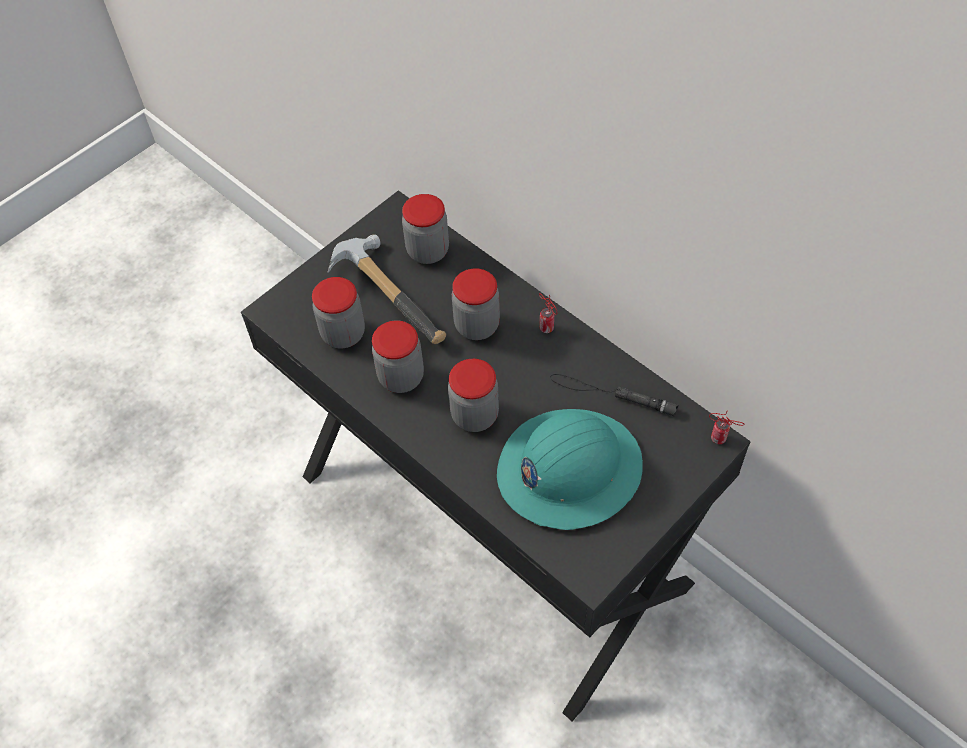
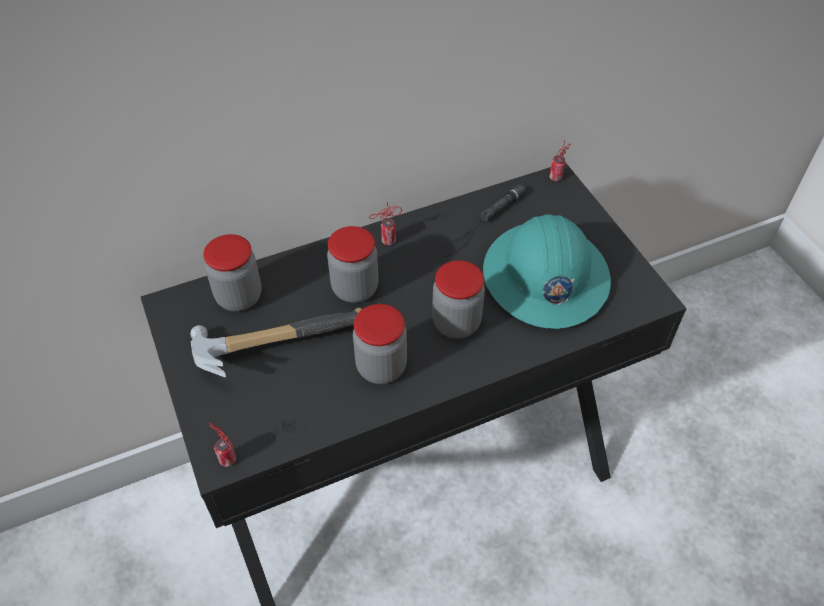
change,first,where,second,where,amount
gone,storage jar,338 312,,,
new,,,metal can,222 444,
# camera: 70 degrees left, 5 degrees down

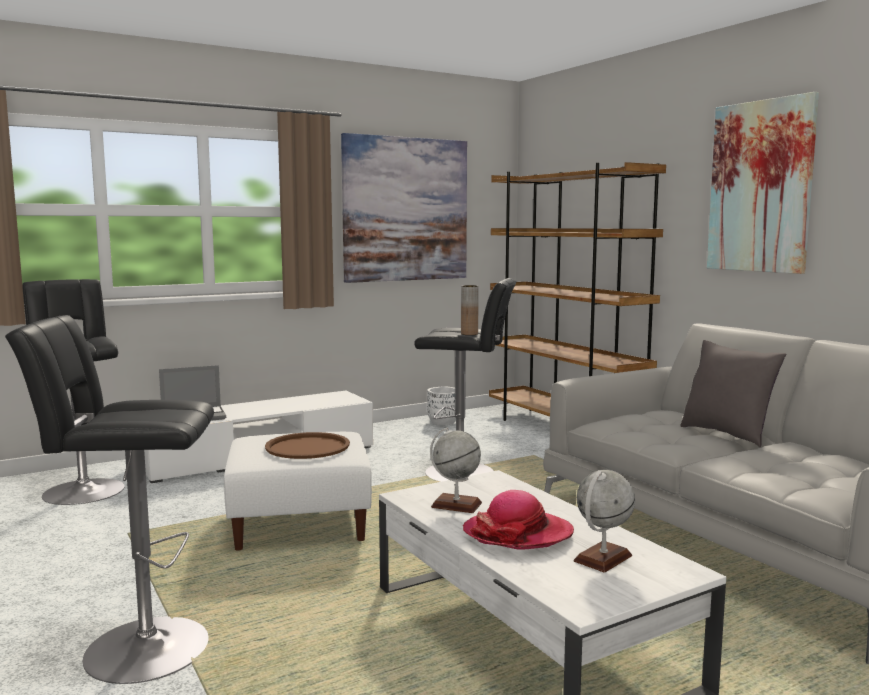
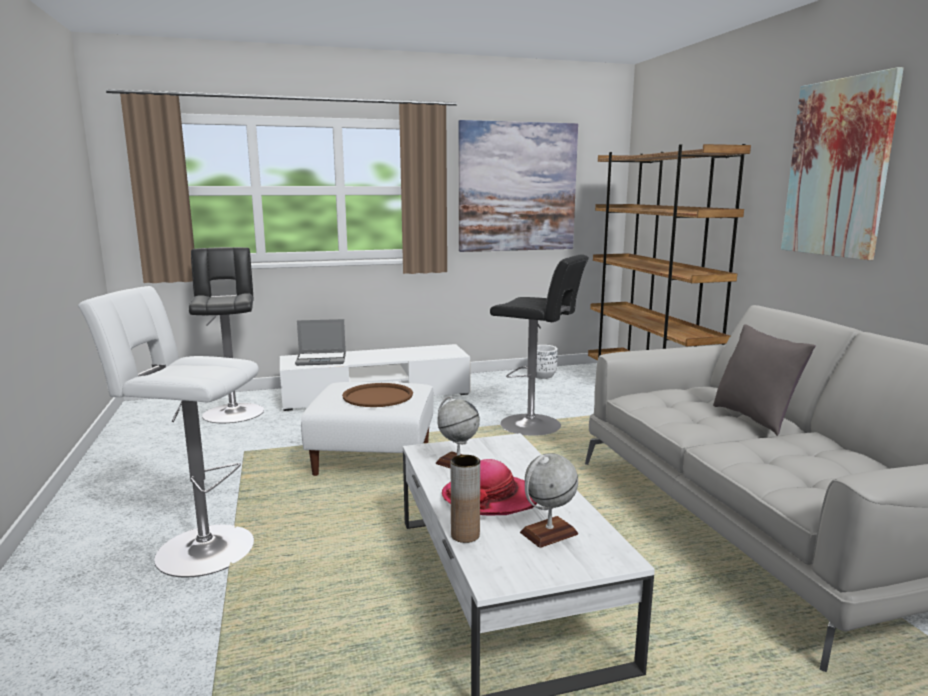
change,first,where,second,where,amount
shifted,brown vase,470 310,,465 499,
repainted,black stool,109 499,white-coloured stool,168 431,
# camera: 15 degrees right, 5 degrees up

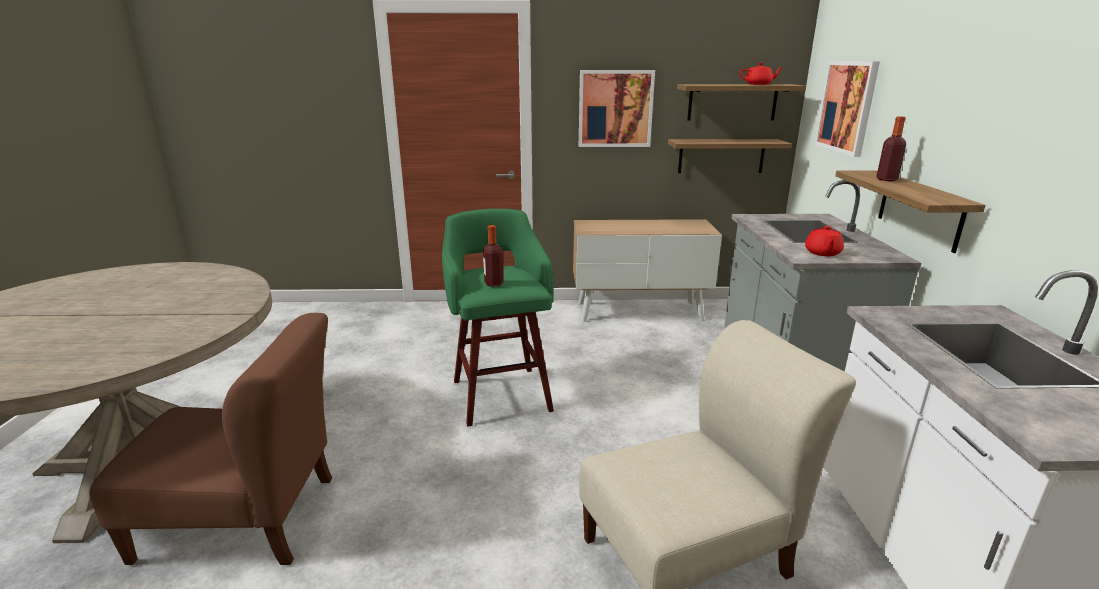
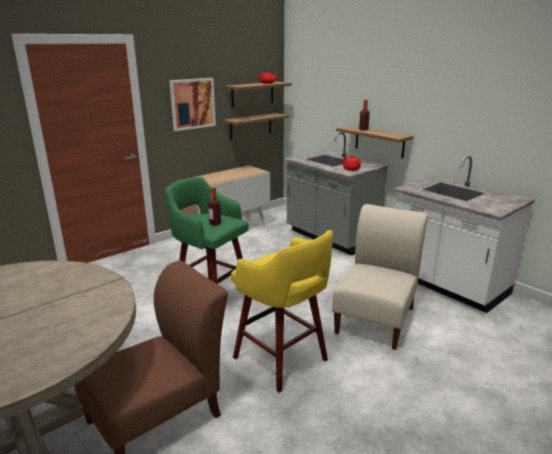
change,first,where,second,where,amount
gone,picture,847 109,,,
new,,,yellow stool,282 311,
# camera: 40 degrees left, 0 degrees up

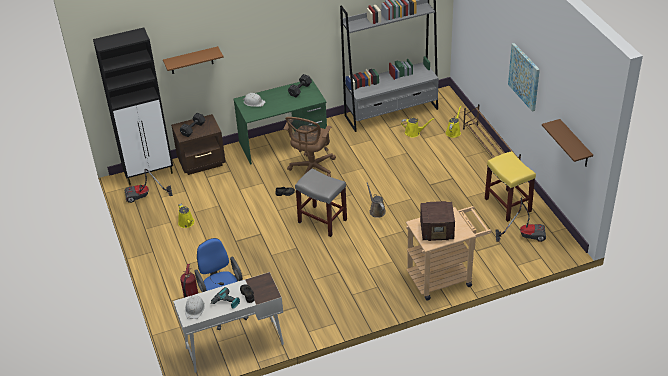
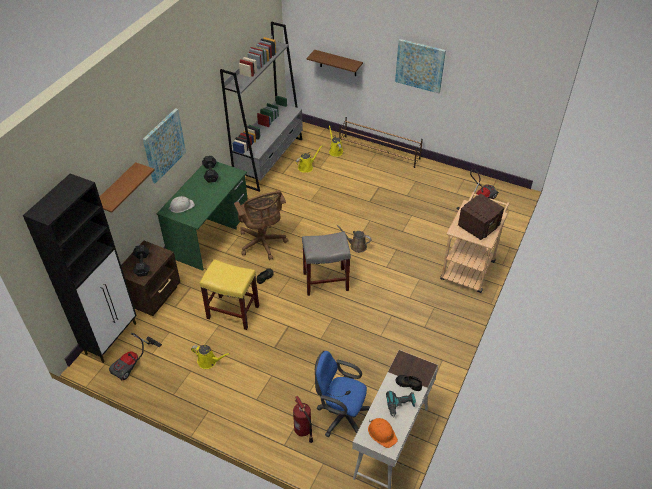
change,first,where,second,where,amount
shifted,brown wall shelf,567 142,,335 63,
shifted,yellow stool,510 186,,229 294,
repainted,white-coloured safety helmet,195 307,orange safety helmet,383 433,
new,,,picture,164 146,
# camera: 45 degrees left, 5 degrees up

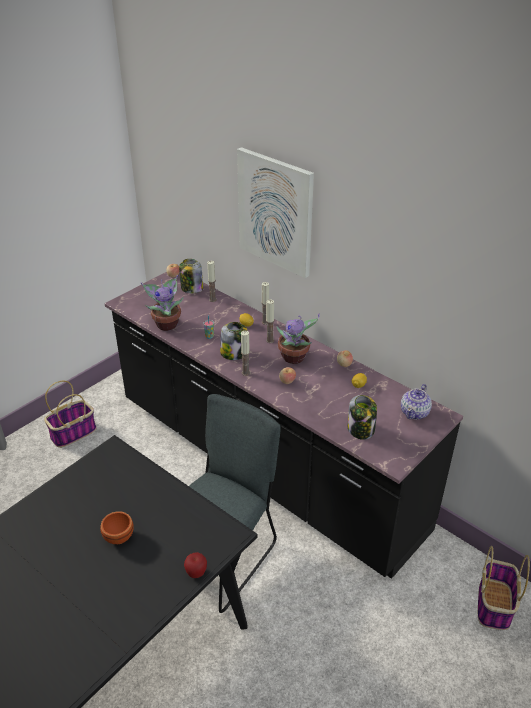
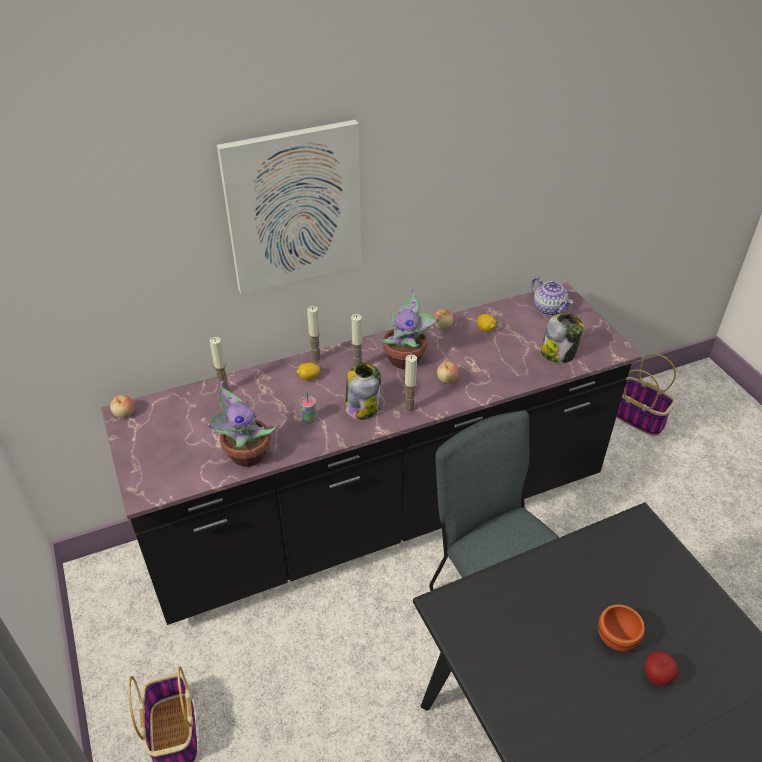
change,first,where,second,where,amount
gone,storage jar,191 276,,,
shifted,apple,195 565,,661 668,
# camera: 65 degrees left, 5 degrees up

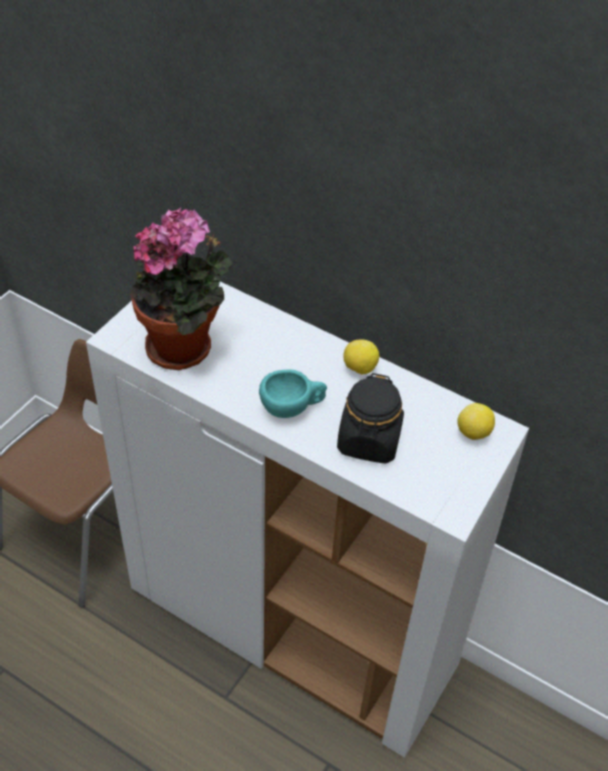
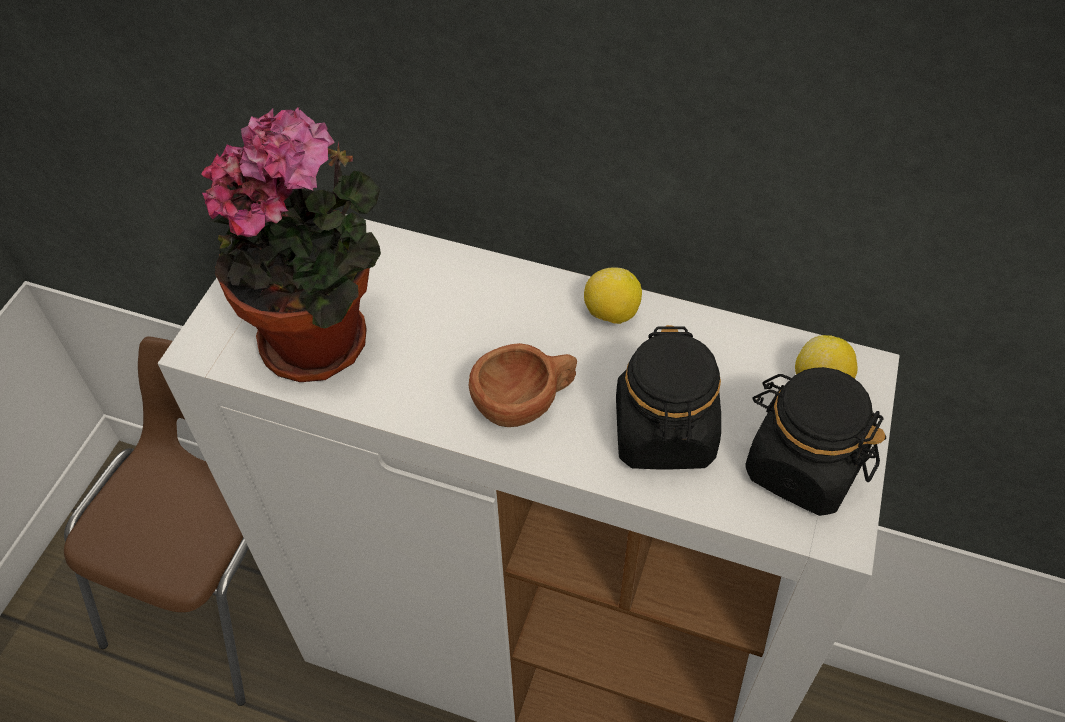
change,first,where,second,where,amount
repainted,turquoise drinking cup,293 393,brown drinking cup,523 385,
new,,,black storage jar,815 441,
# camera: 10 degrees left, 5 degrees up

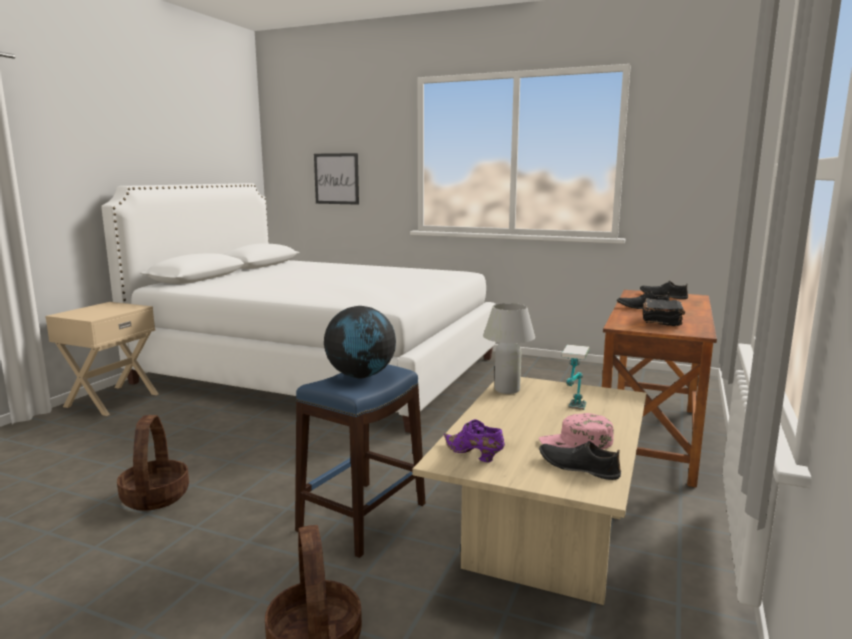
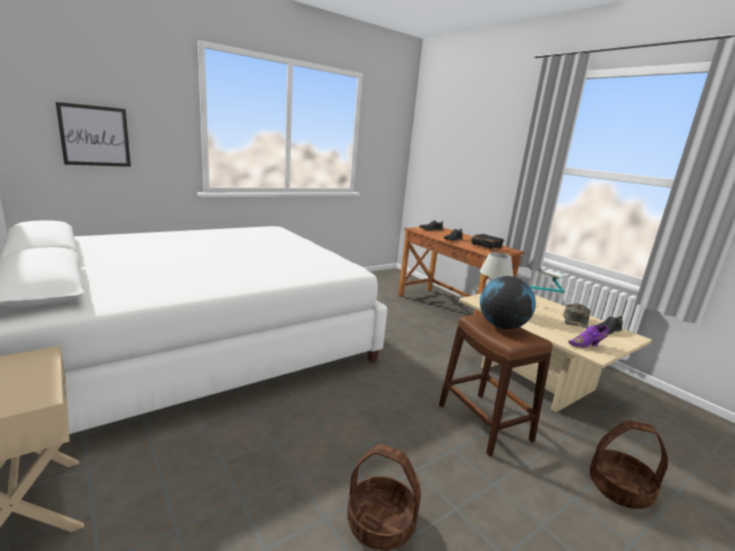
change,first,where,second,where,amount
repainted,blue stool,360 461,brown stool,496 385,
repainted,pink-coloured cap,576 431,greenish cap,576 316,
# camera: 60 degrees left, 5 degrees up

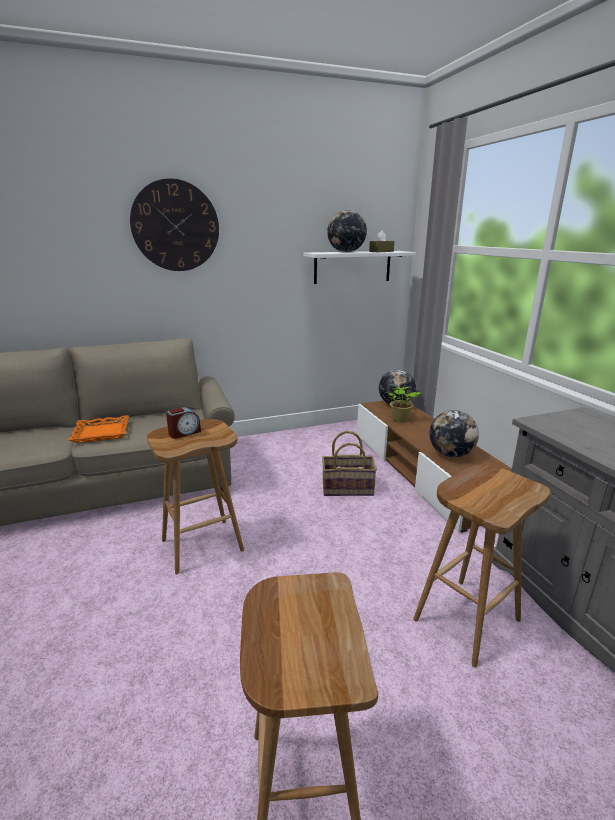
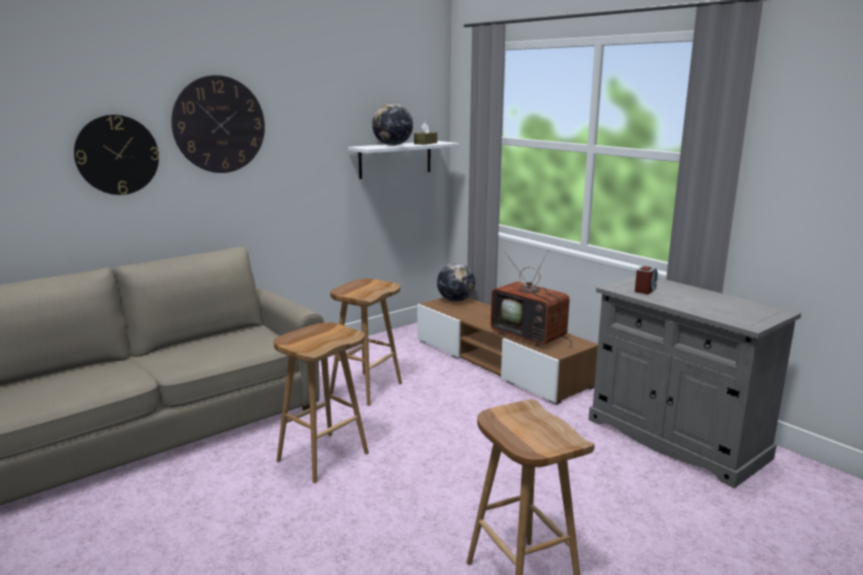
change,first,where,second,where,amount
gone,potted plant,403 404,,,
shifted,alarm clock,183 423,,646 280,
swapped,world globe,454 433,TV set,531 299,
gone,orange carrying tray,99 429,,,
gone,basket,349 463,,,
shifted,brown stool,481 566,,366 342,
new,,,wall clock,116 155,
# camera: 20 degrees left, 5 degrees down

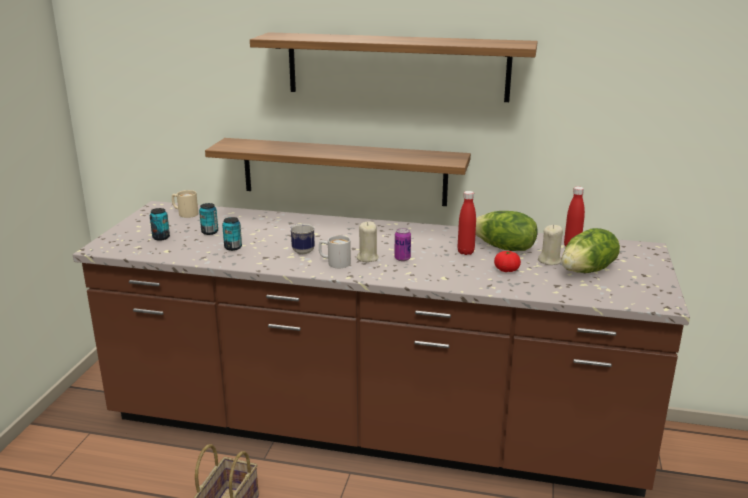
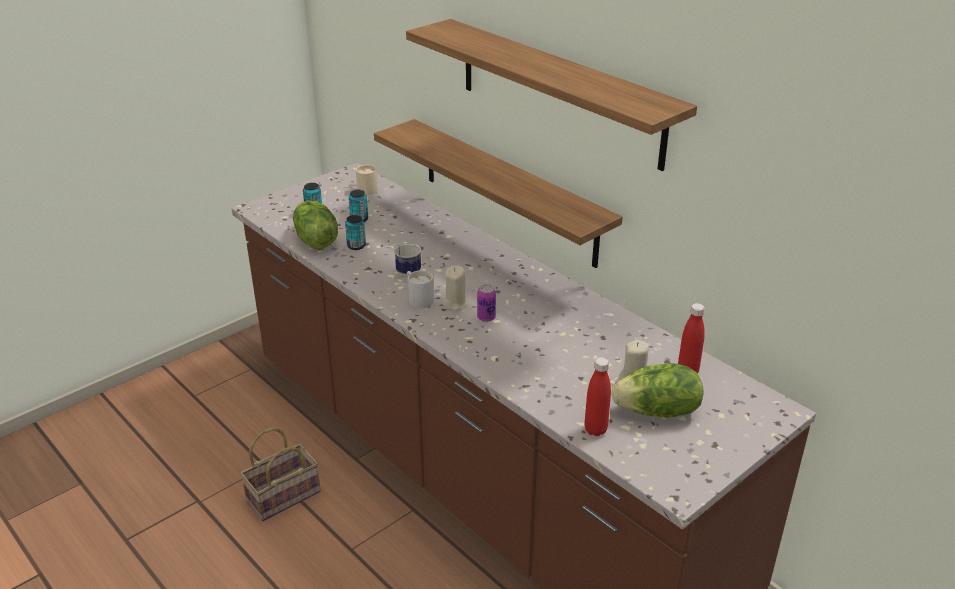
change,first,where,second,where,amount
shifted,reddish drink bottle,467 223,,597 396,
shifted,head of lettuce,506 231,,315 225,
gone,tomato,507 261,,,
# camera: 35 degrees right, 10 degrees up

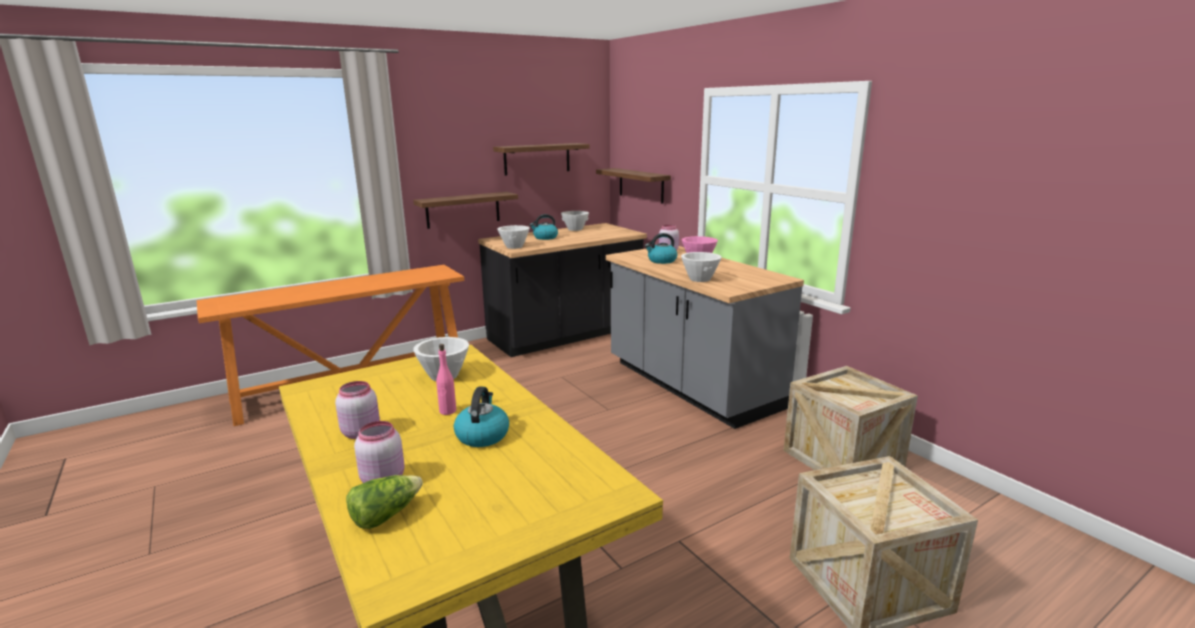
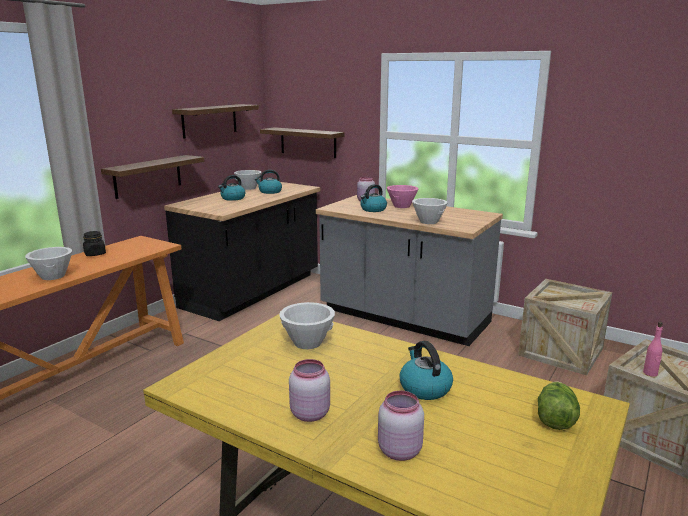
change,first,where,second,where,amount
shifted,white-coloured deep dish,514 237,,48 263,
shifted,pink-coloured drink bottle,446 379,,653 349,
shifted,head of lettuce,384 502,,559 405,
new,,,tea kettle,268 182,
new,,,black storage jar,94 243,
# camera: 25 degrees left, 0 degrees up

